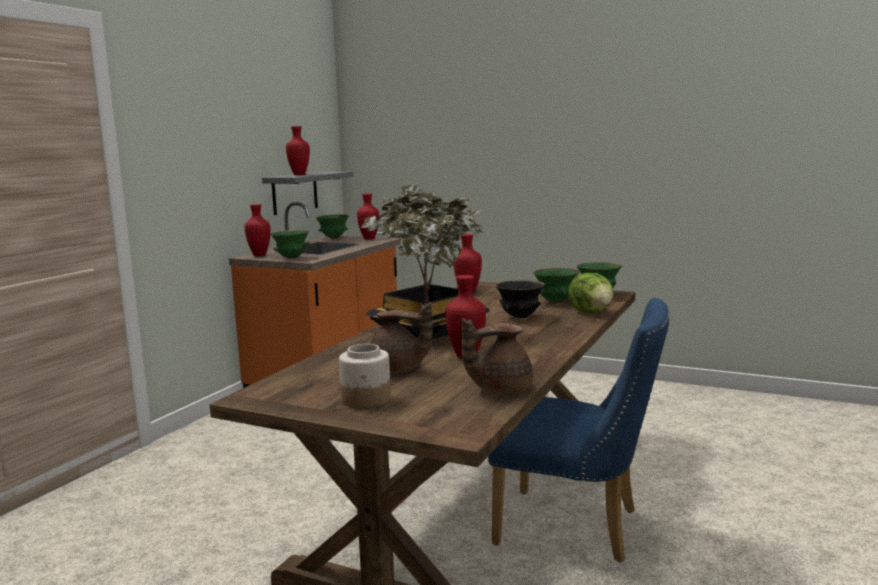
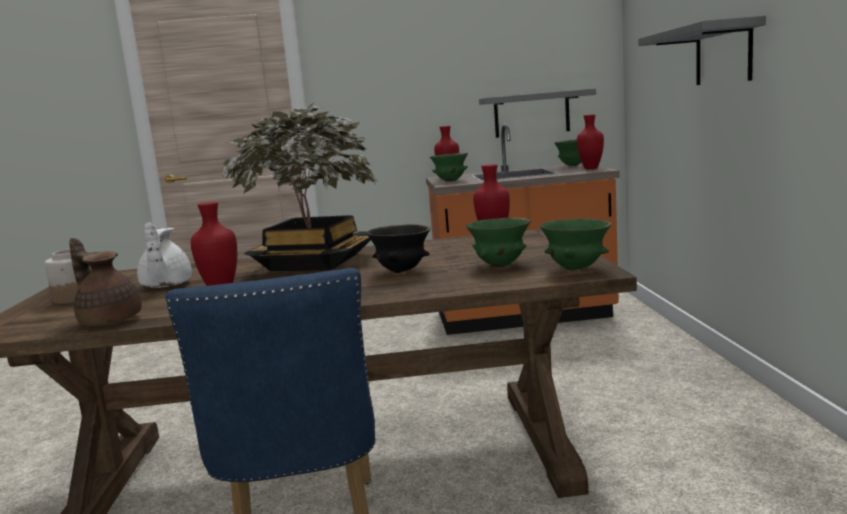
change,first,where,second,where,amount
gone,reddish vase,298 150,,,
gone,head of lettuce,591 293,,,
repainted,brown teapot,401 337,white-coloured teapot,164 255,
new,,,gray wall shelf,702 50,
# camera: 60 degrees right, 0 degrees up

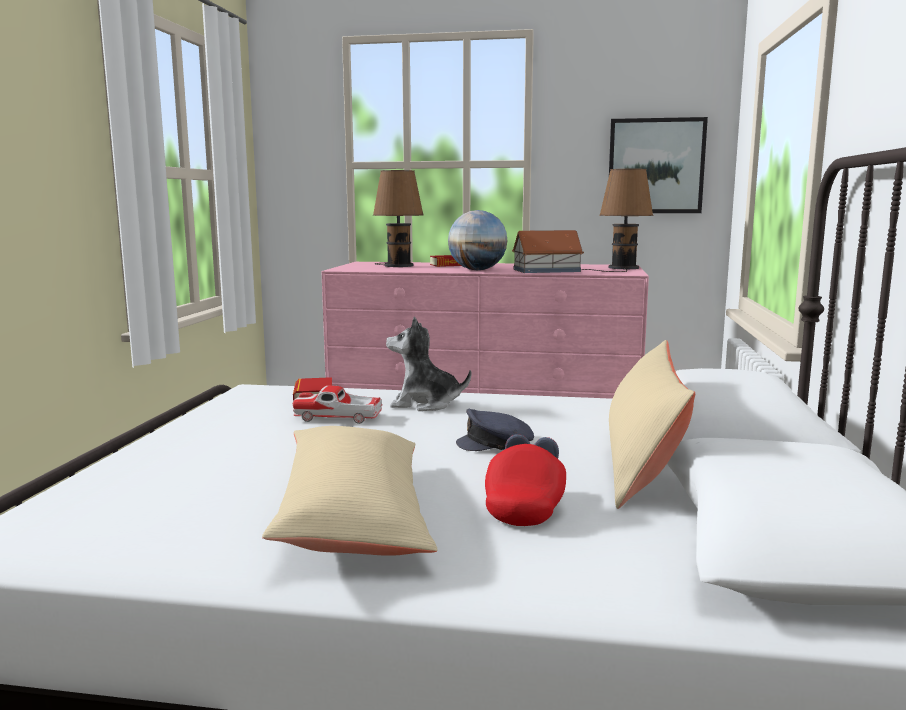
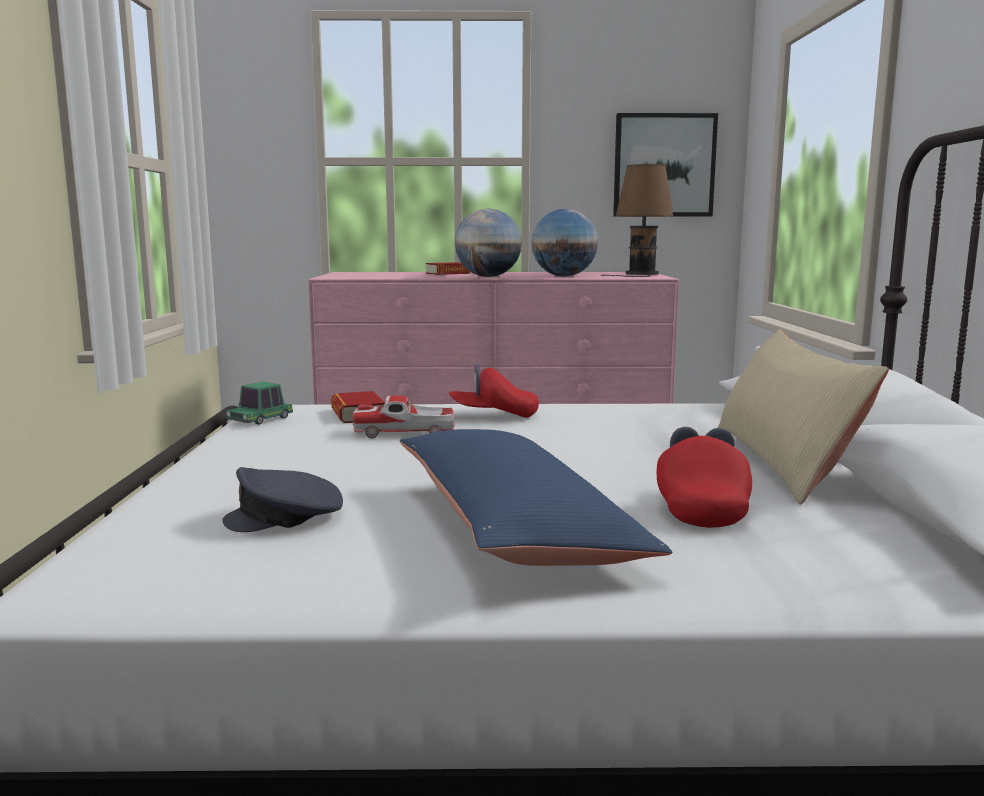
change,first,where,second,where,amount
gone,brown tabletop lamp,398 218,,,
swapped,miniature house,548 251,world globe,565 242,
swapped,soft toy,428 363,reddish cap,494 390,
shifted,gray cap,495 430,,283 499,
repainted,beige cushion,349 491,blue cushion,536 497,
new,,,miniature car,259 403,
# camera: 10 degrees left, 0 degrees up

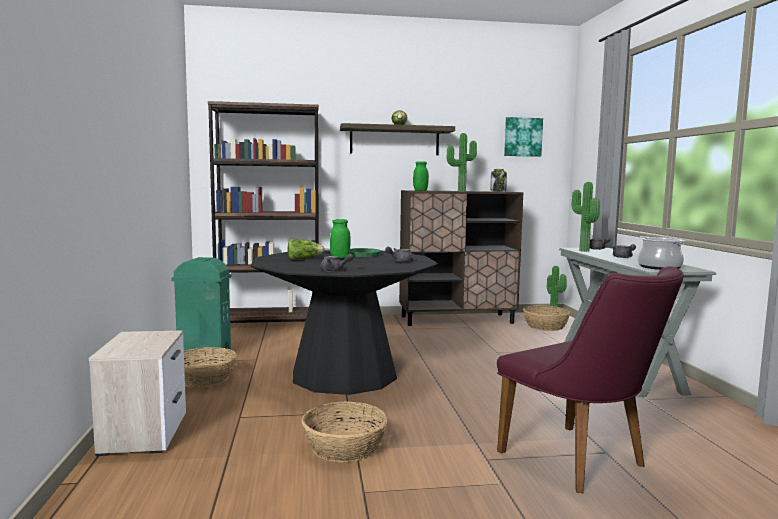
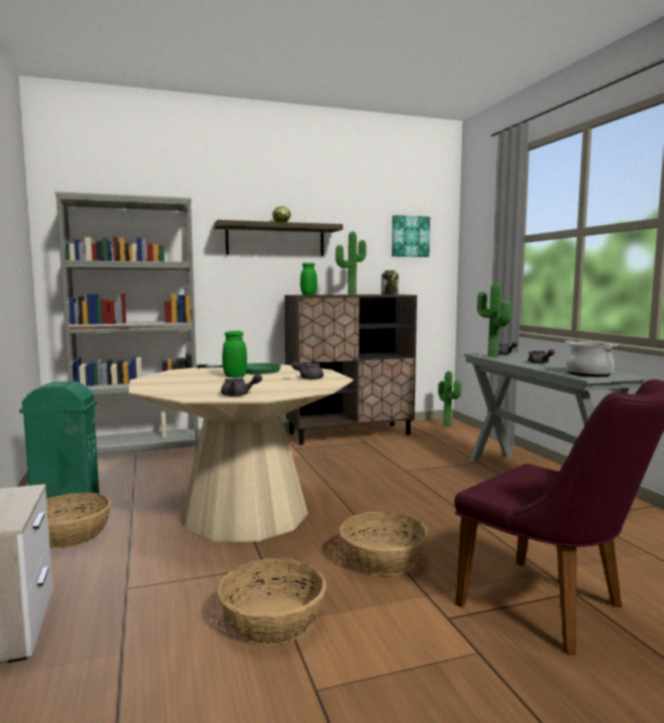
change,first,where,second,where,amount
repainted,brown shelving unit,263 212,gray shelving unit,127 323,
gone,head of lettuce,306 249,,,
repainted,black dining table,344 323,beige dining table,241 453,
shifted,basket,546 318,,384 544,
# camera: 10 degrees left, 0 degrees up

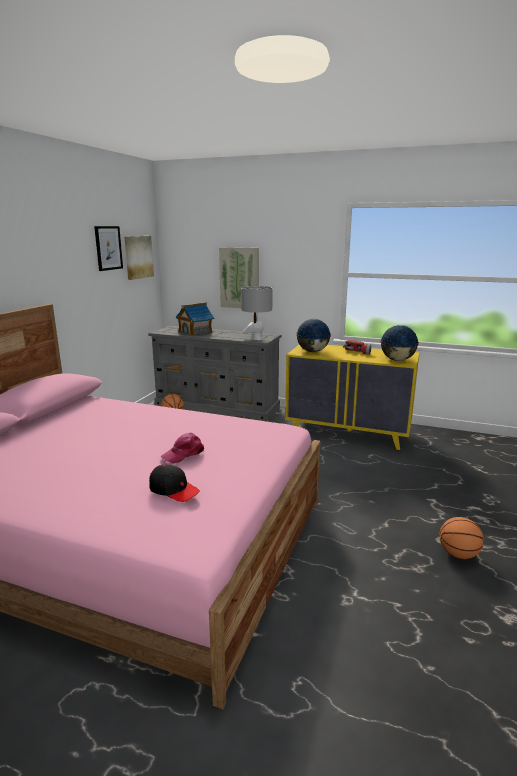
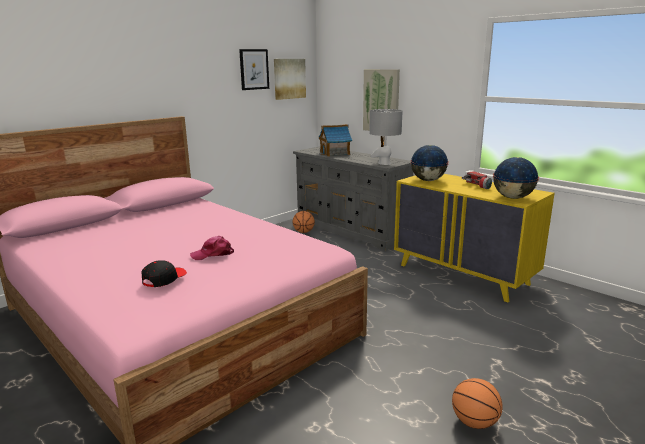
change,first,where,second,where,amount
rotated,black cap,174 483,,164 273,120 degrees counterclockwise
# camera: 25 degrees right, 0 degrees up

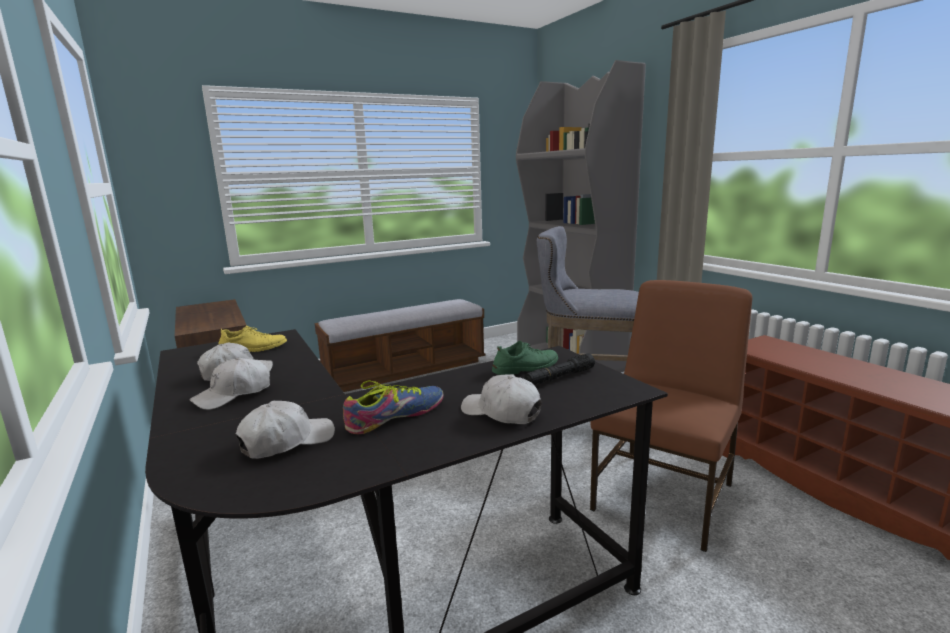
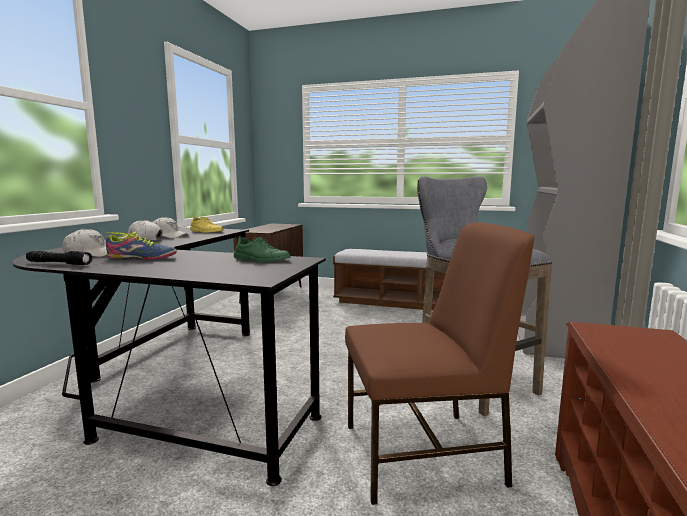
change,first,where,second,where,amount
shifted,black flashlight,559 369,,59 258,
gone,white-coloured cap,501 399,,,
# camera: 45 degrees right, 5 degrees down

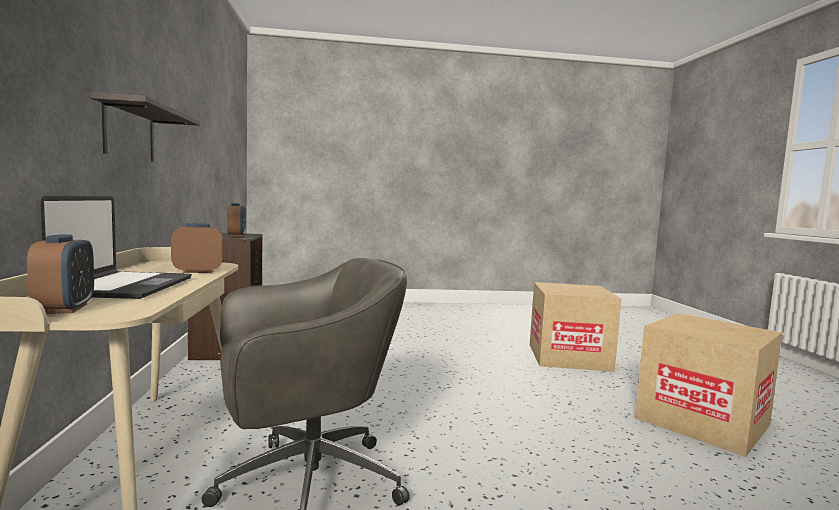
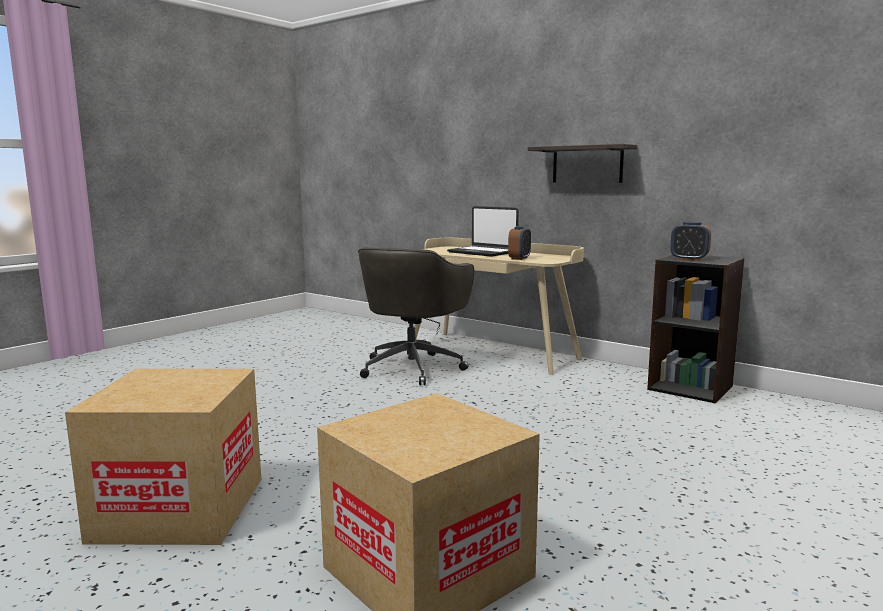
change,first,where,second,where,amount
gone,alarm clock,60 274,,,
# camera: 135 degrees right, 5 degrees up

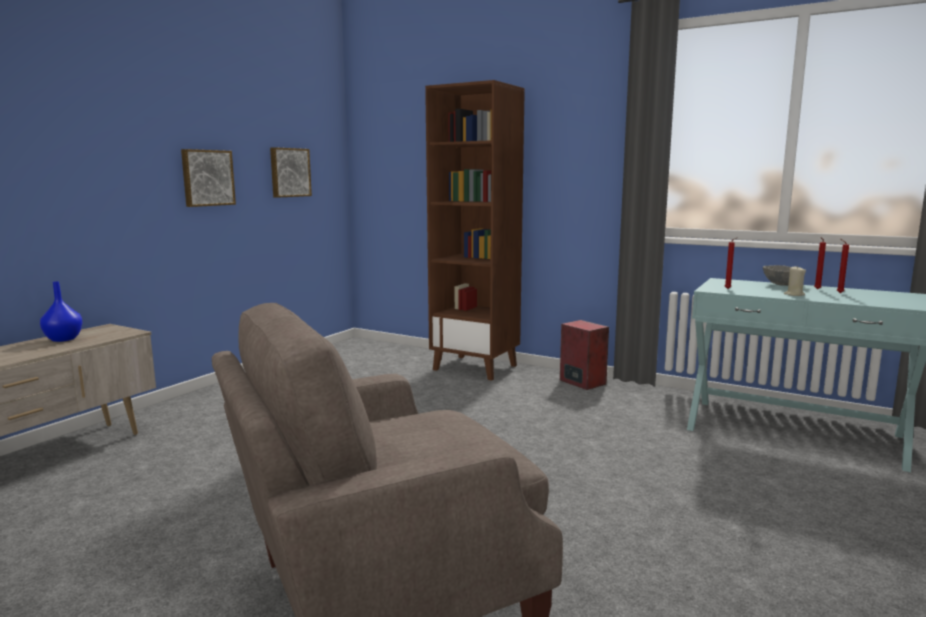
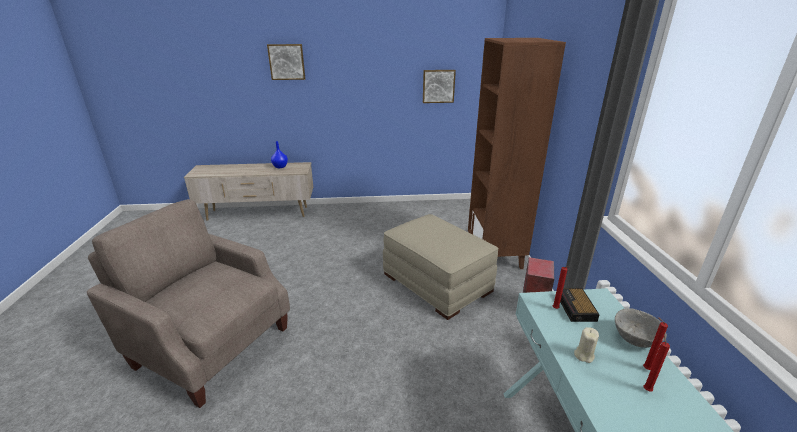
change,first,where,second,where,amount
shifted,picture,208 178,,286 62,
new,,,beige ottoman,440 267,
new,,,alarm clock,580 305,
# camera: 55 degrees right, 15 degrees up

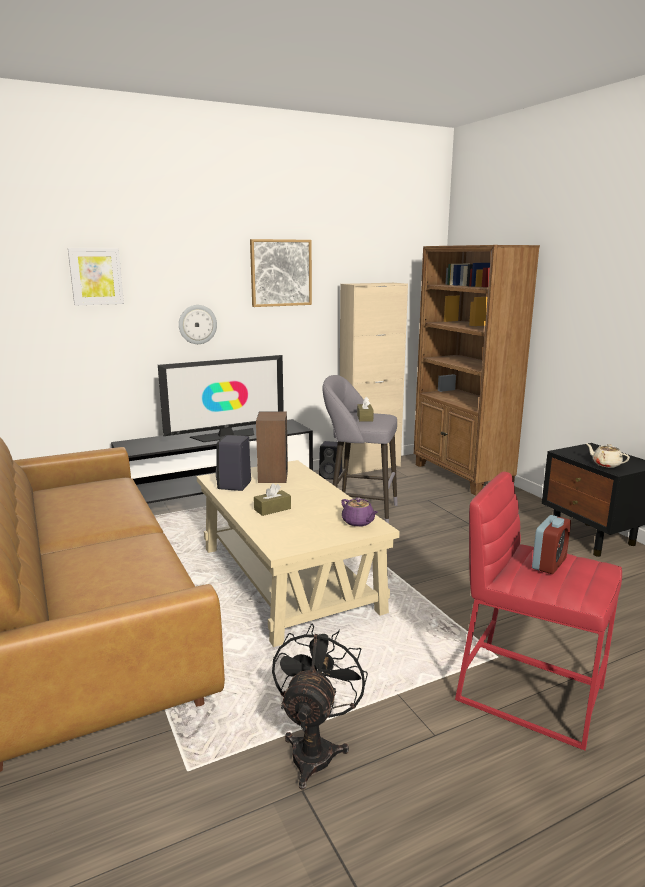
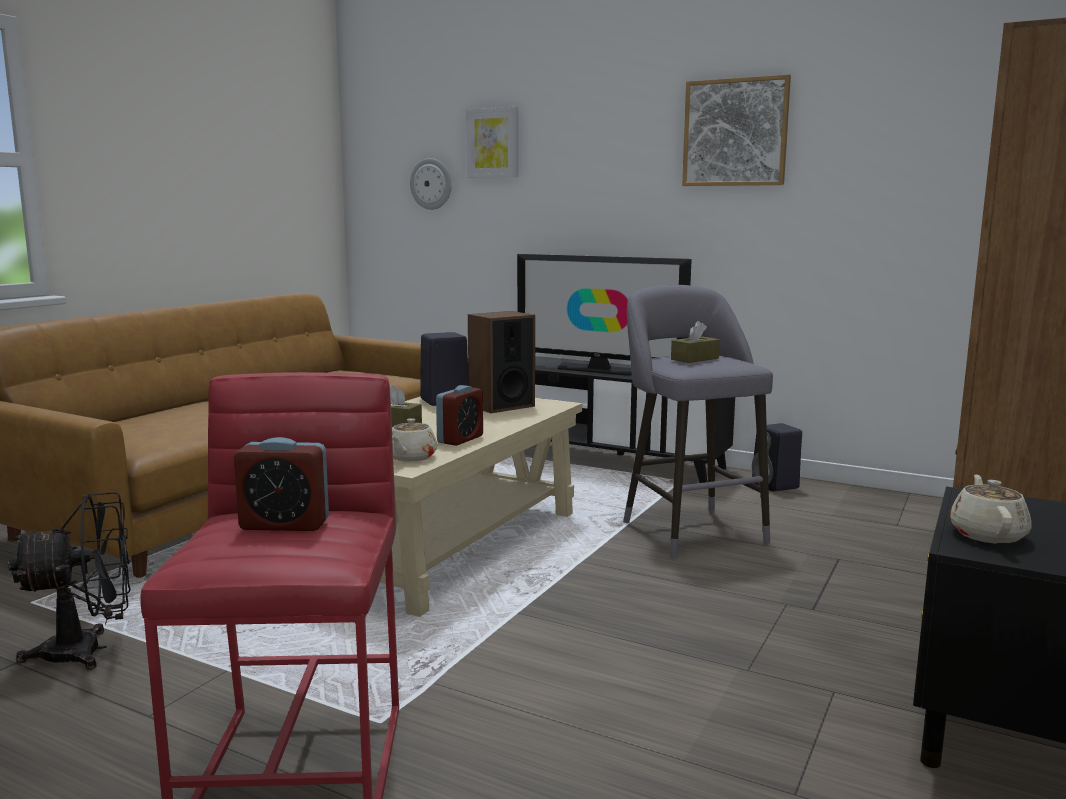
change,first,where,second,where,amount
gone,beige cupboard,374 379,,,
shifted,wall clock,198 324,,431 184,
repainted,purple-coloured teapot,359 512,beige teapot,414 440,
new,,,alarm clock,459 415,
# camera: 55 degrees right, 5 degrees down

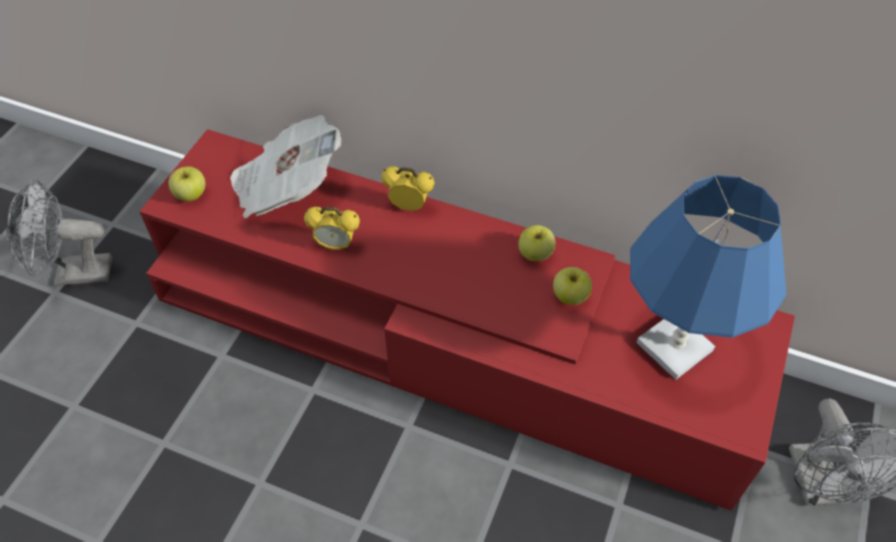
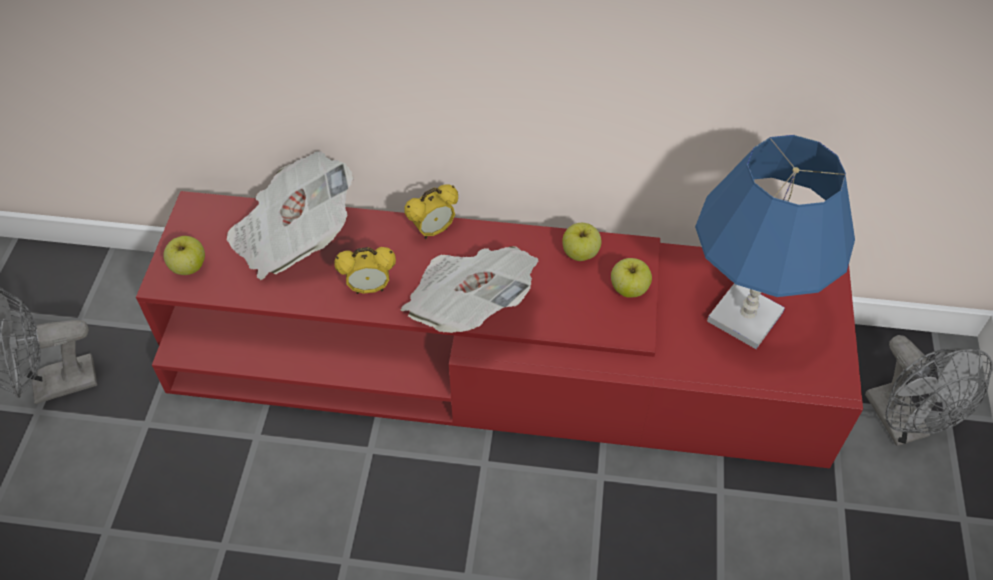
change,first,where,second,where,amount
rotated,alarm clock,408 188,,431 211,150 degrees clockwise
new,,,newspaper,469 289,
# camera: 15 degrees left, 0 degrees up

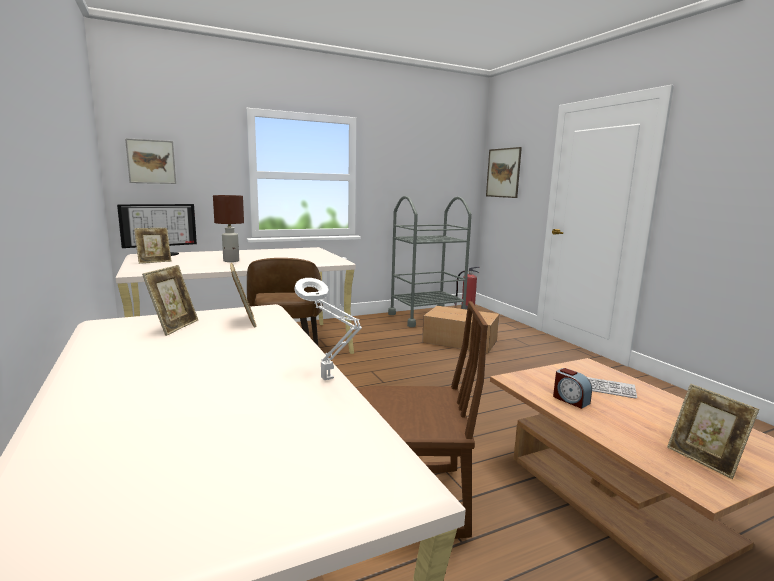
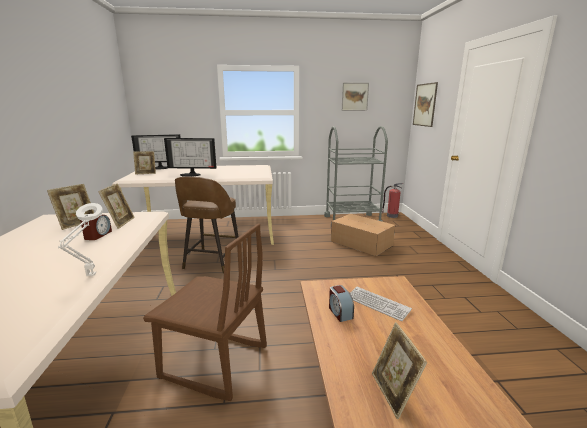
change,first,where,second,where,amount
shifted,picture,150 161,,355 97,
swapped,brown tabletop lamp,228 228,computer display,190 157,
new,,,alarm clock,96 227,
# camera: 20 degrees right, 5 degrees up

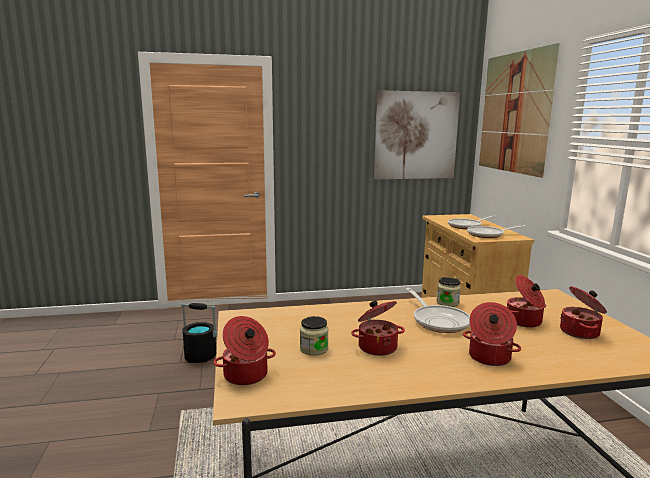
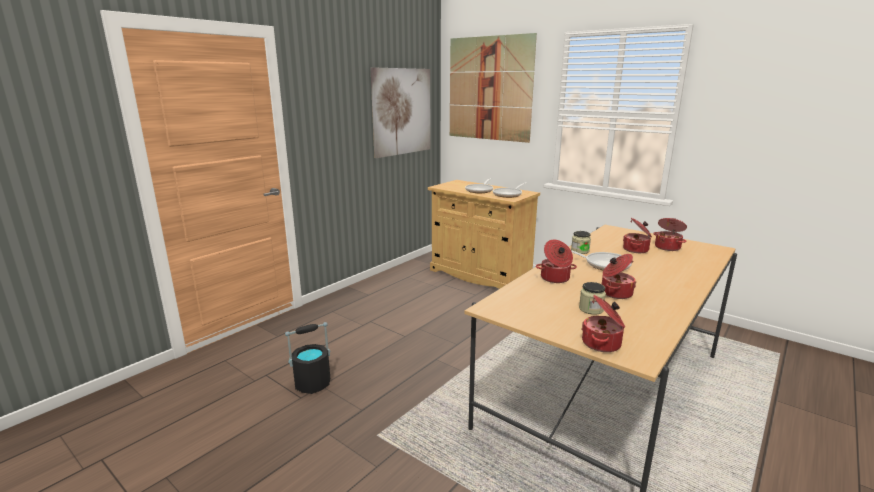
change,first,where,second,where,amount
shifted,stockpot,492 334,,556 261,
# camera: 40 degrees left, 5 degrees up

